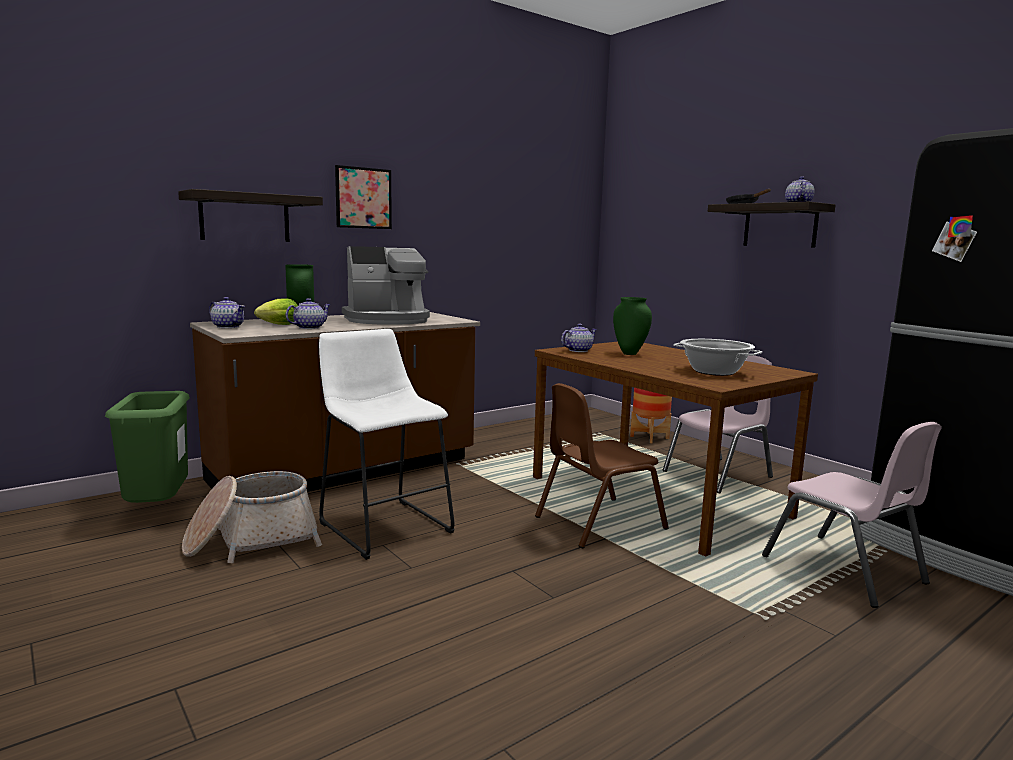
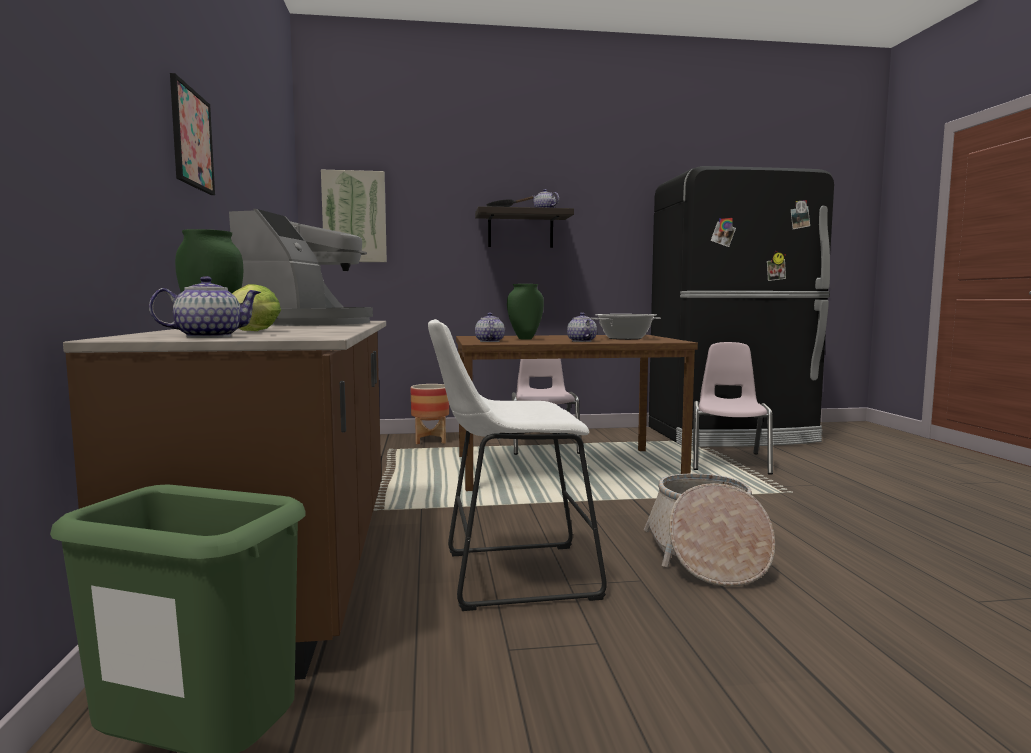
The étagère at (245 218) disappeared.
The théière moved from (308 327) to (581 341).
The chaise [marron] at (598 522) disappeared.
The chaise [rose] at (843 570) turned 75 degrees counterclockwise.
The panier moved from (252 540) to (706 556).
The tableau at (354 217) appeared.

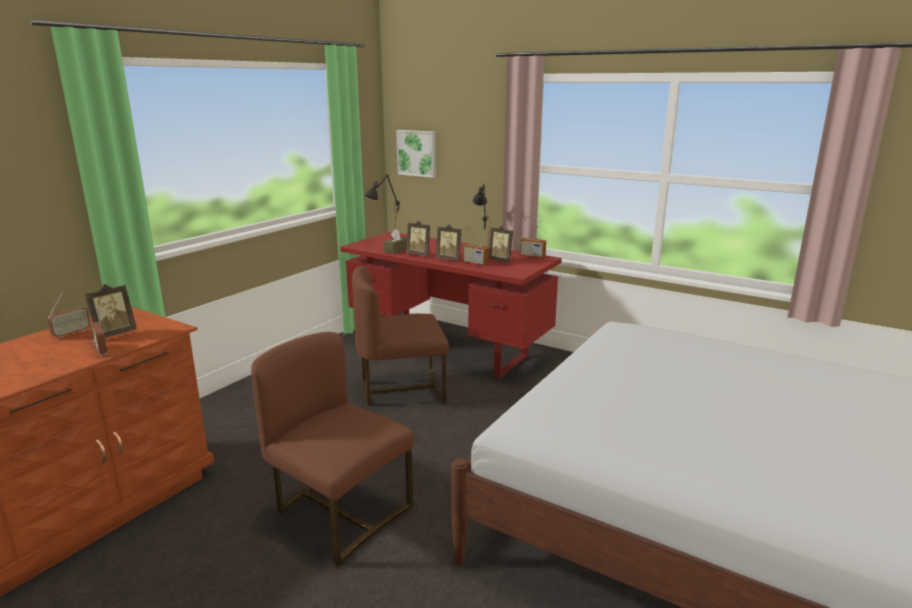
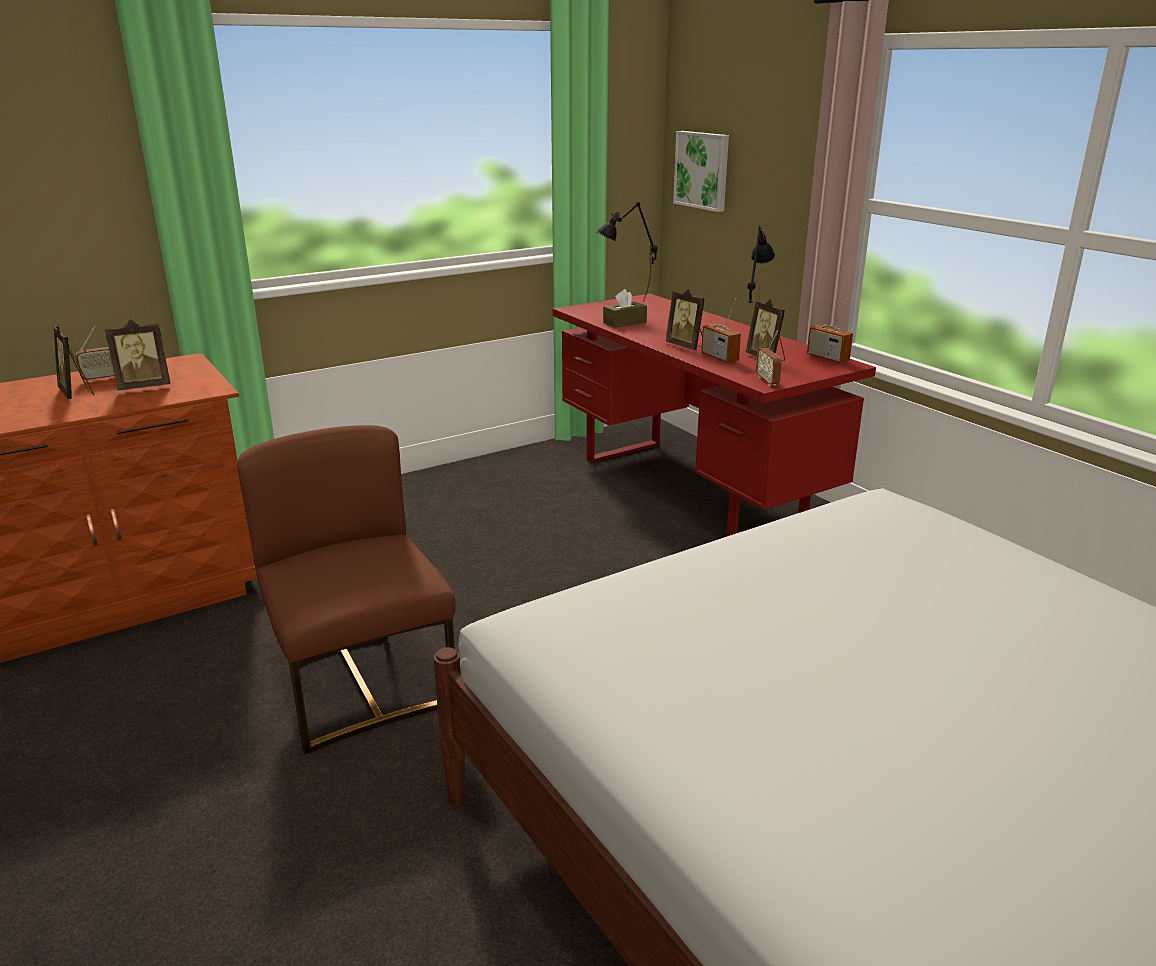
The cadre photo moved from (419 254) to (76 393).
The chaise [marron] at (402 389) disappeared.
The radio moved from (102 350) to (767 381).

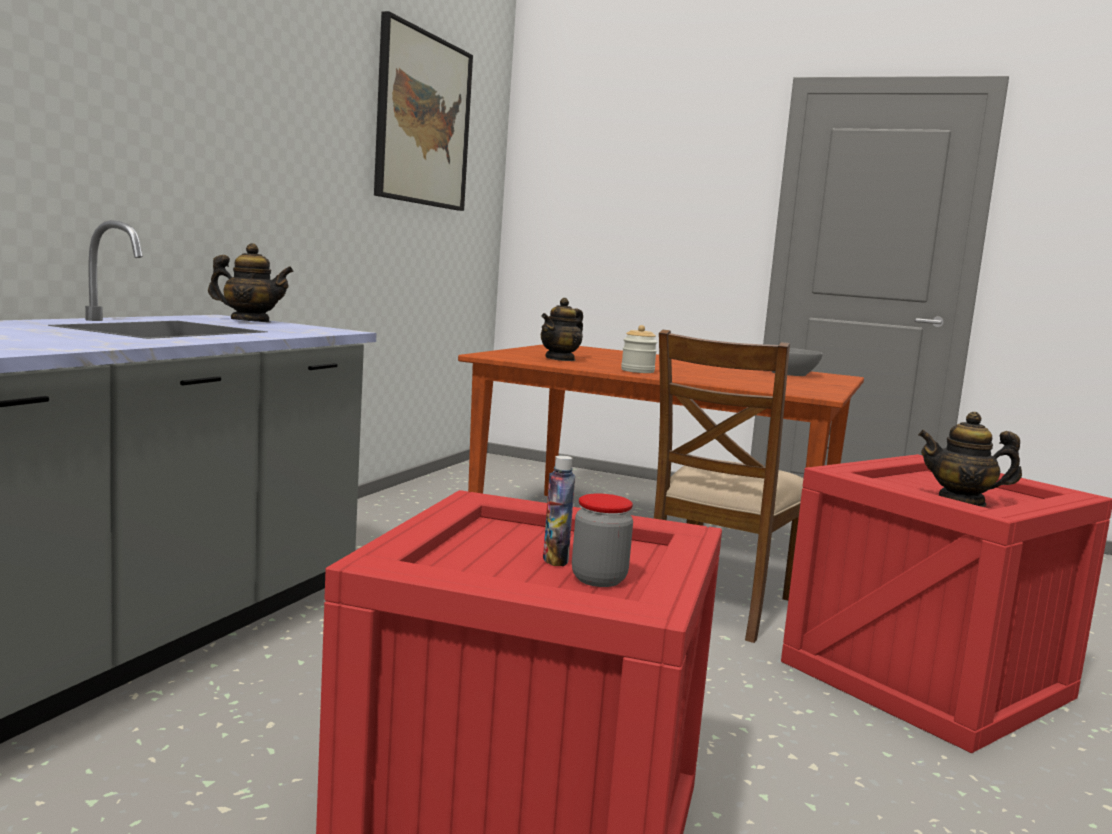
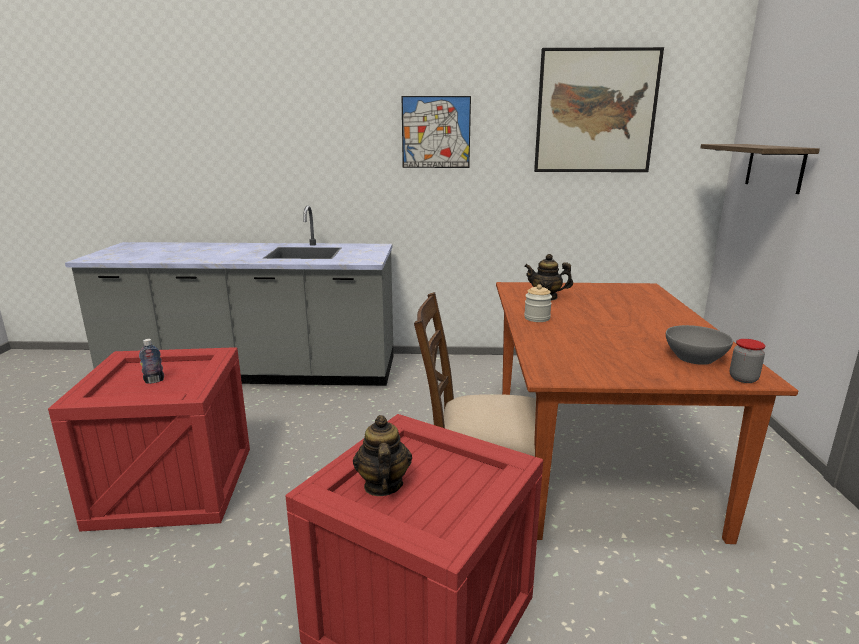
The théière at (250 321) disappeared.
The bocal moved from (598 579) to (743 379).
The tableau at (436 132) appeared.
The étagère at (774 167) appeared.

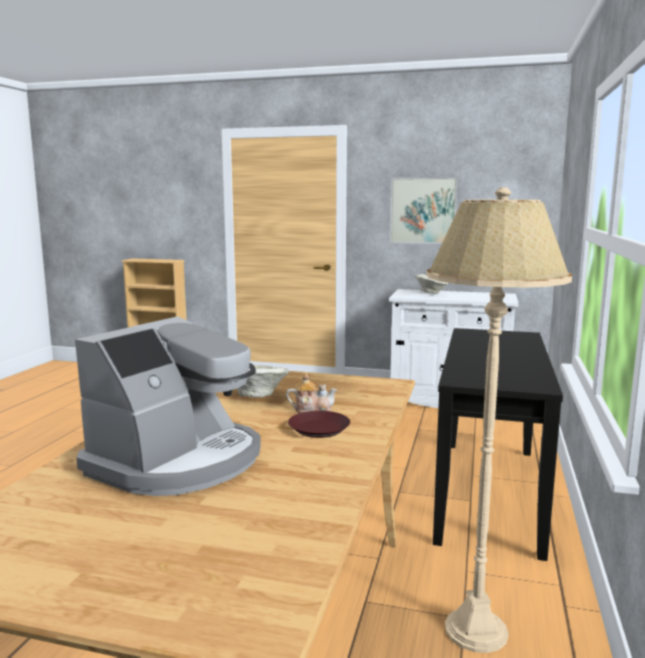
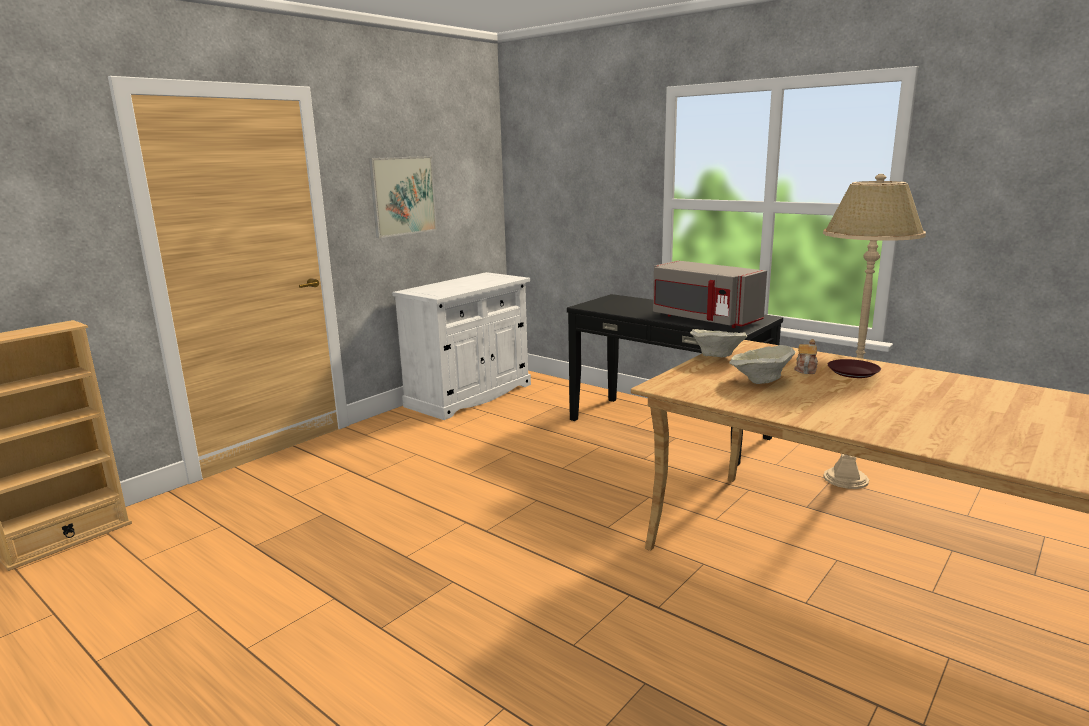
The bol [beige] moved from (431 293) to (716 356).
The machine à café at (178 461) disappeared.
The micro-ondes [gris] at (703 319) appeared.

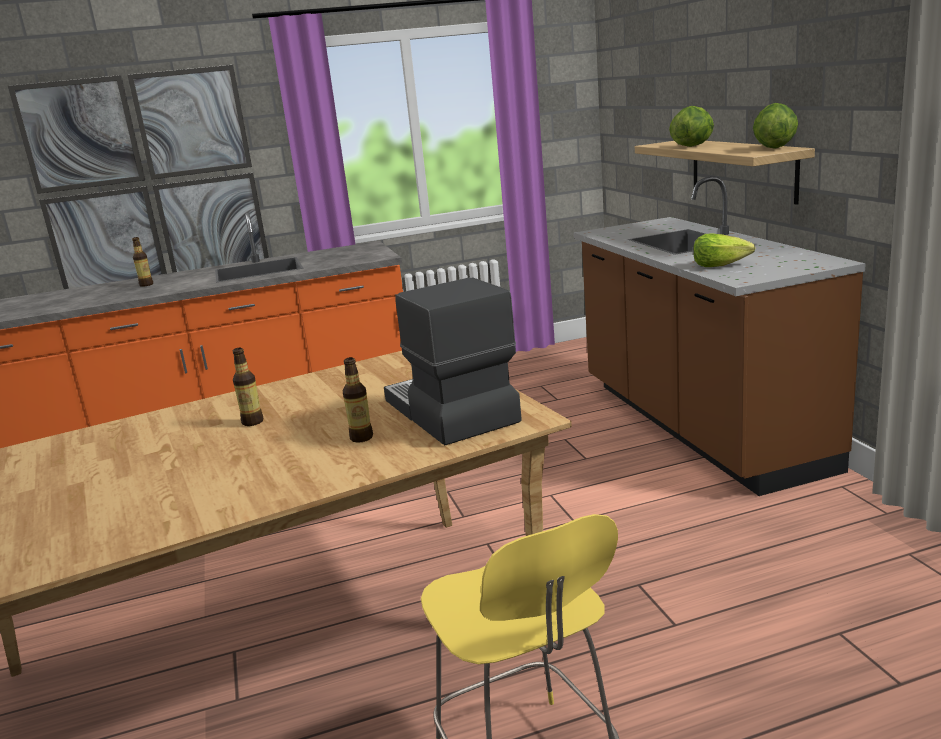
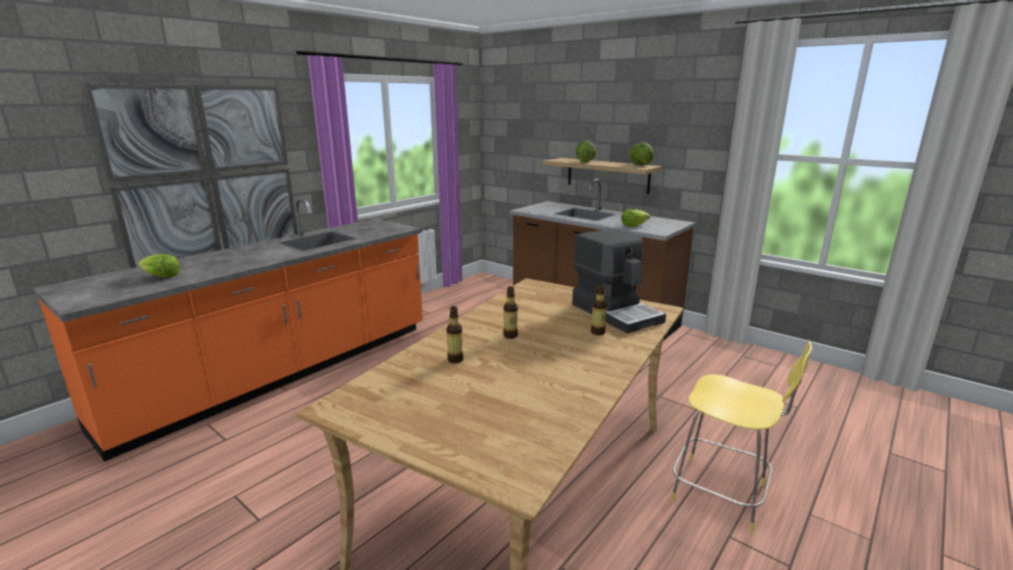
The bouteille moved from (146 285) to (455 359).
The machine à café at (449 412) turned 150 degrees counterclockwise.
The laitue at (160 277) appeared.

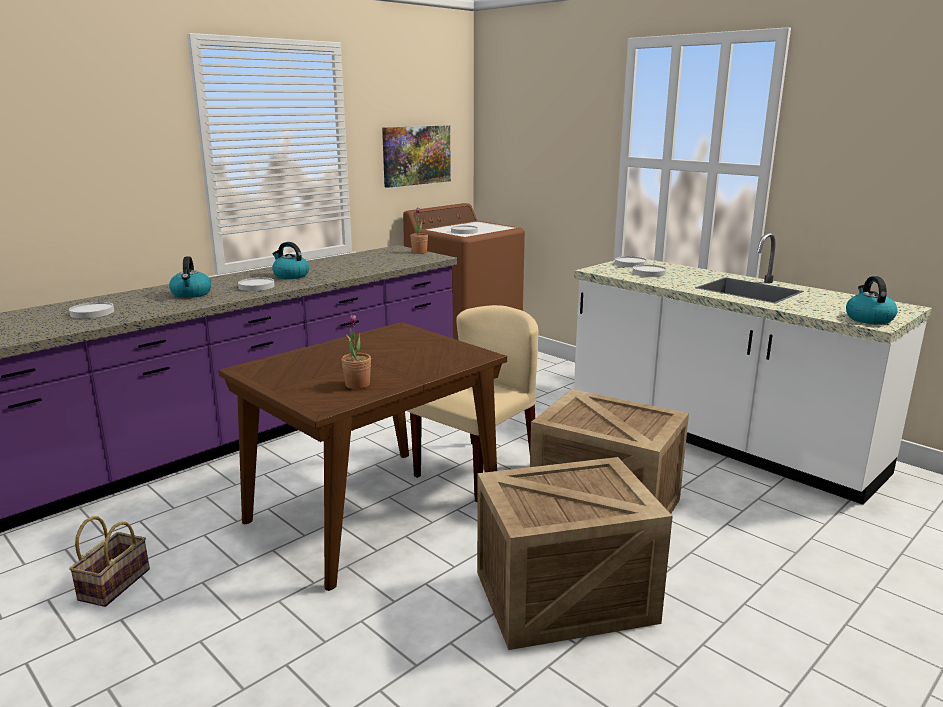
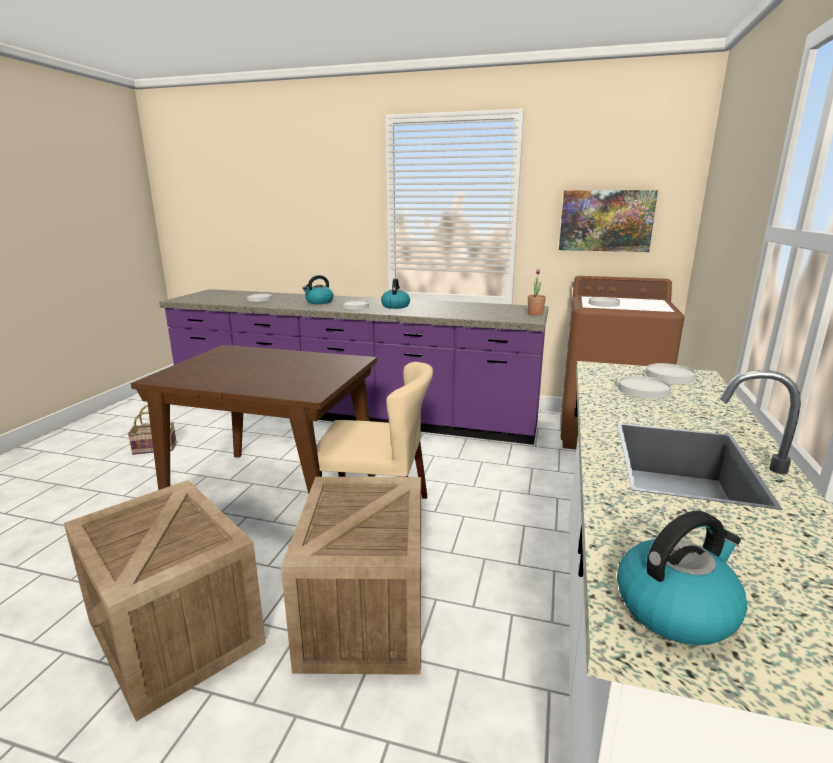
The plante en pot at (357 385) disappeared.

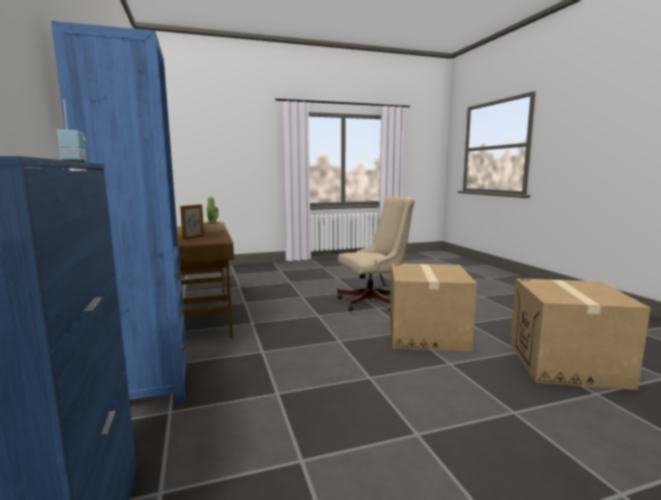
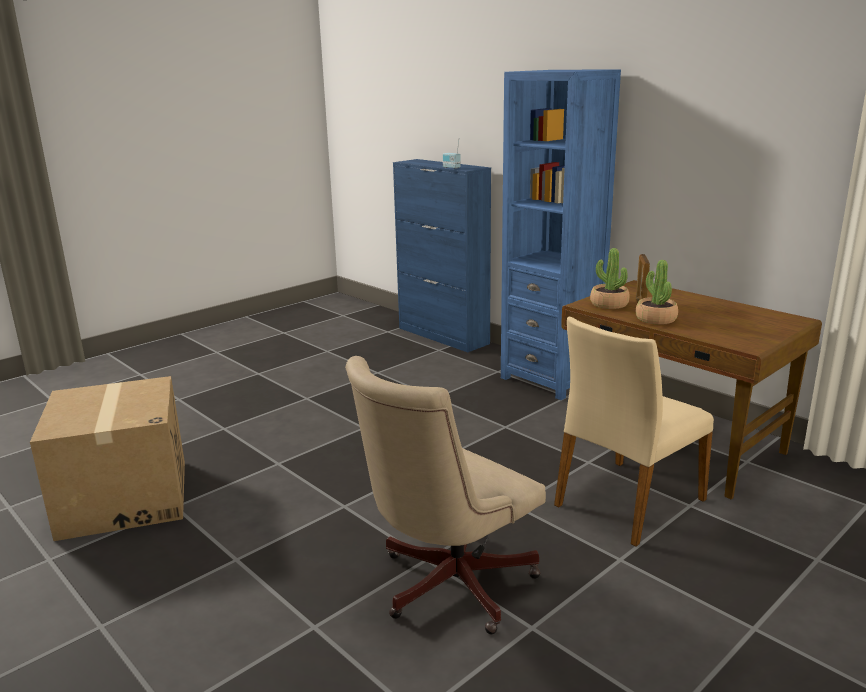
The carton at (427 334) disappeared.
The plante en pot at (609 304) appeared.
The chaise [beige] at (627 502) appeared.

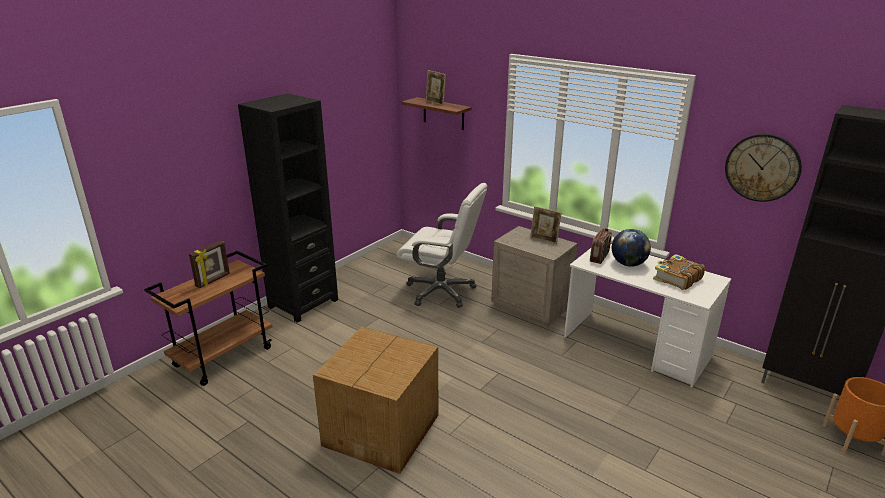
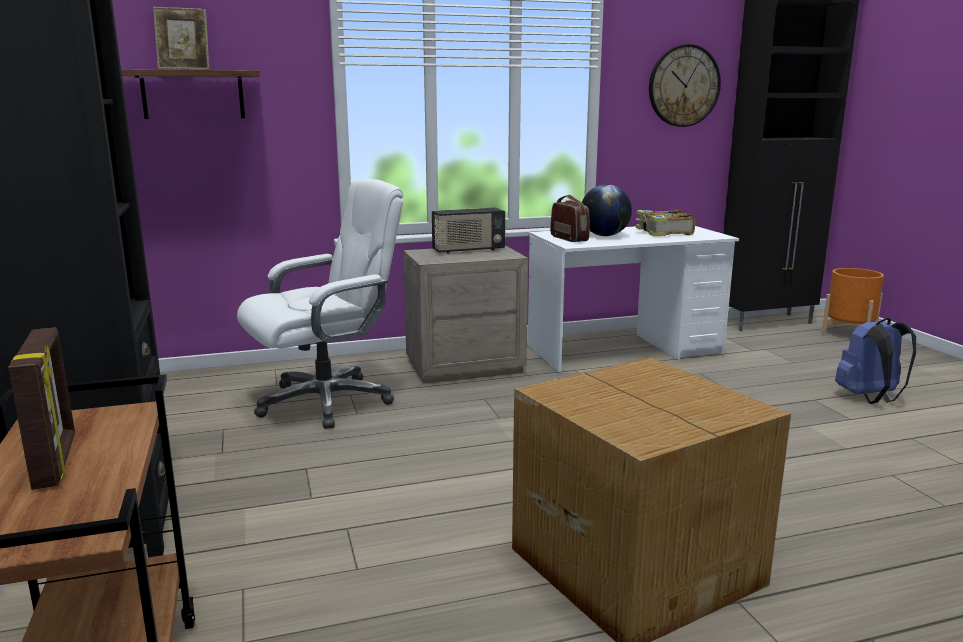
The cadre photo at (544 240) was replaced by the radio at (468 250).
The sac à dos [bleu] at (870 398) appeared.

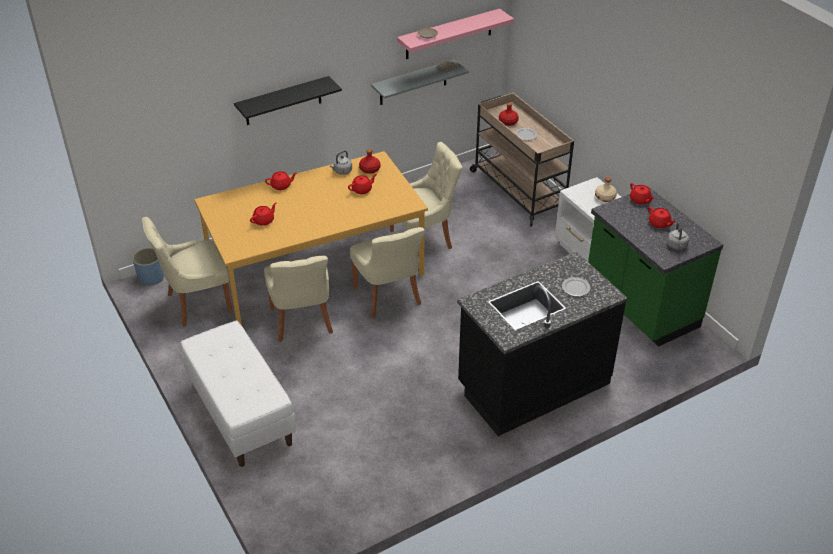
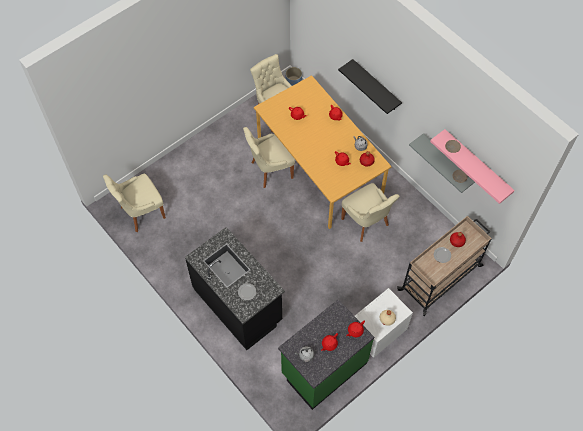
The chaise [beige] moved from (388 297) to (141 213).
The banc [blanc] at (240 413) disappeared.

